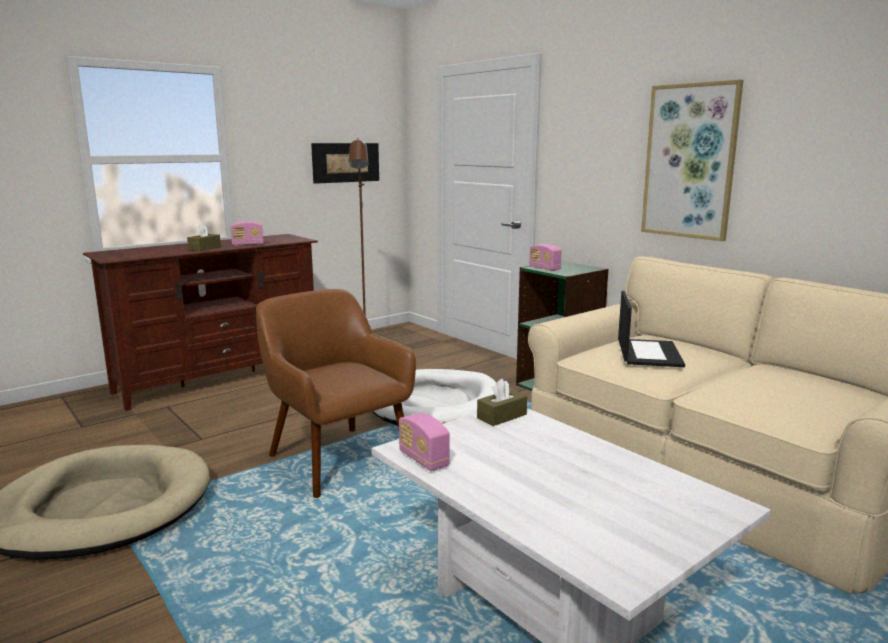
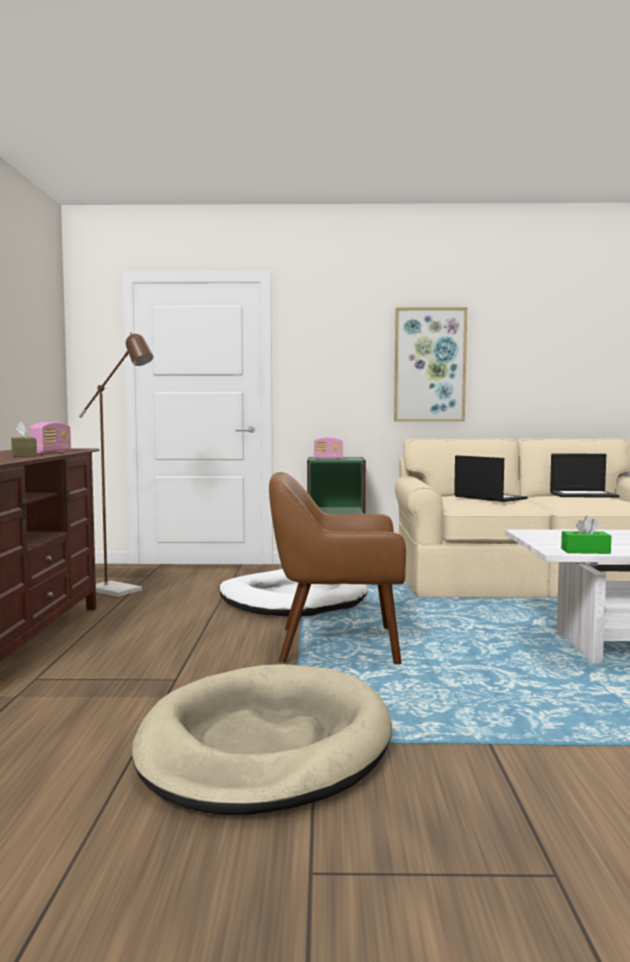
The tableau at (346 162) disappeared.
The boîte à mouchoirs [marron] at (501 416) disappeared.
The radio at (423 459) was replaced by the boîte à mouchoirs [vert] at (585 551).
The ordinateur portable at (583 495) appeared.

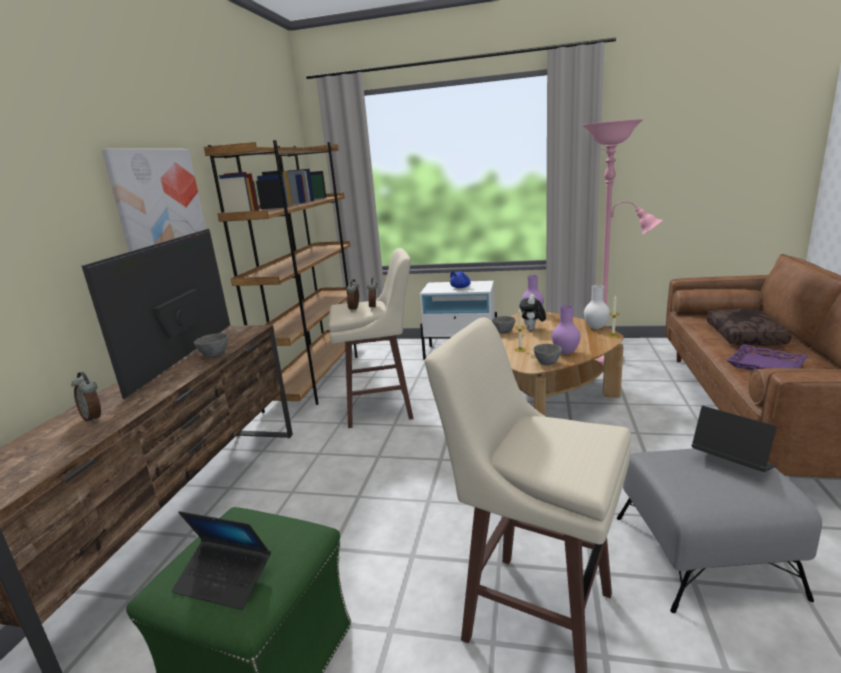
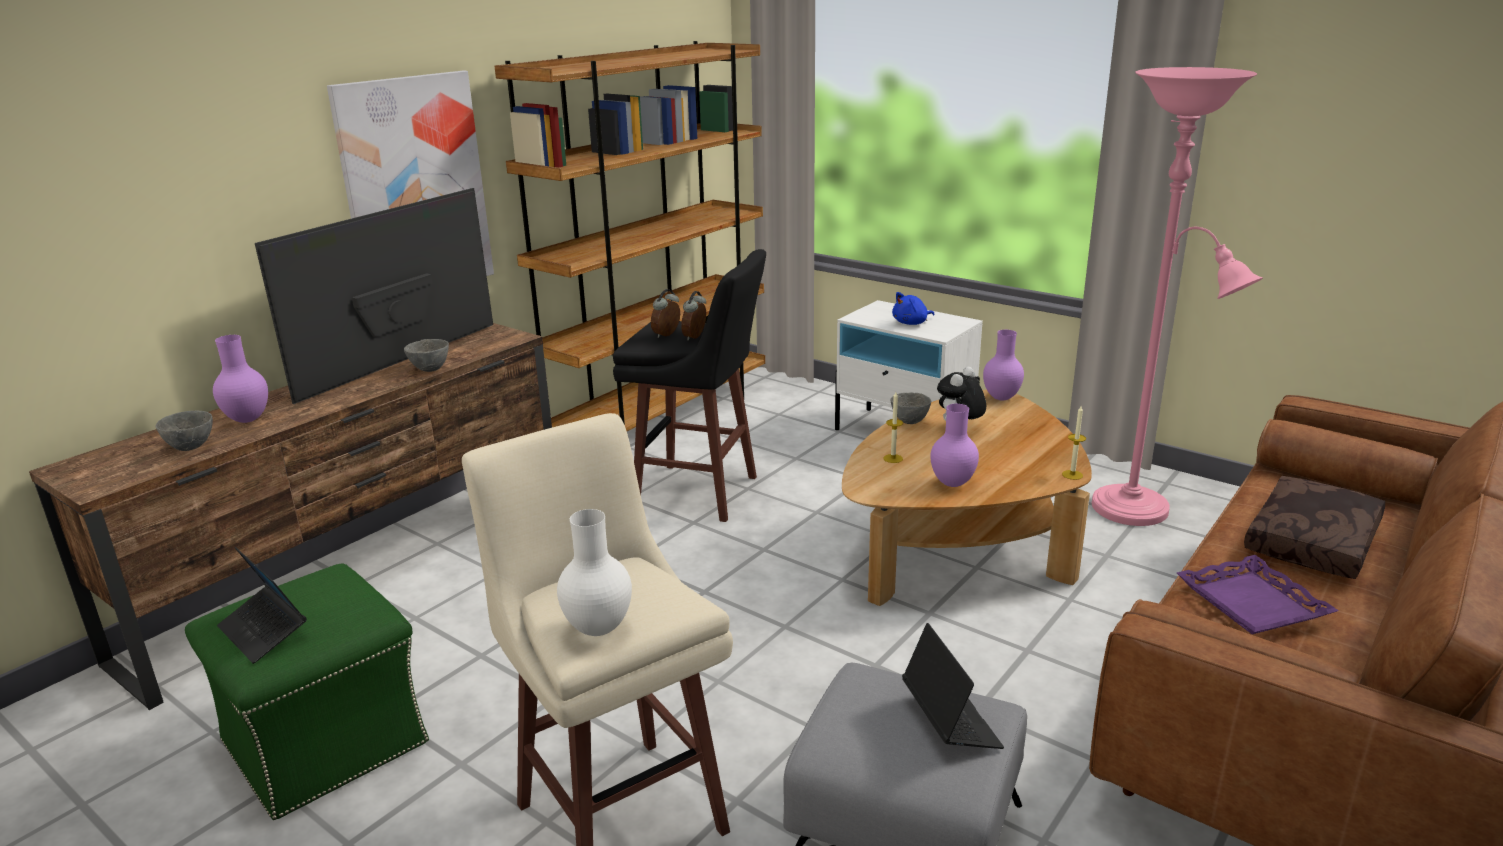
The tabouret [beige] at (381 409) became the tabouret [noir] at (699 494).
The vase [blanc] moved from (596 328) to (597 630).
The bol [gris] moved from (547 363) to (191 447).
The réveil at (94 418) was replaced by the vase [violet] at (248 420).

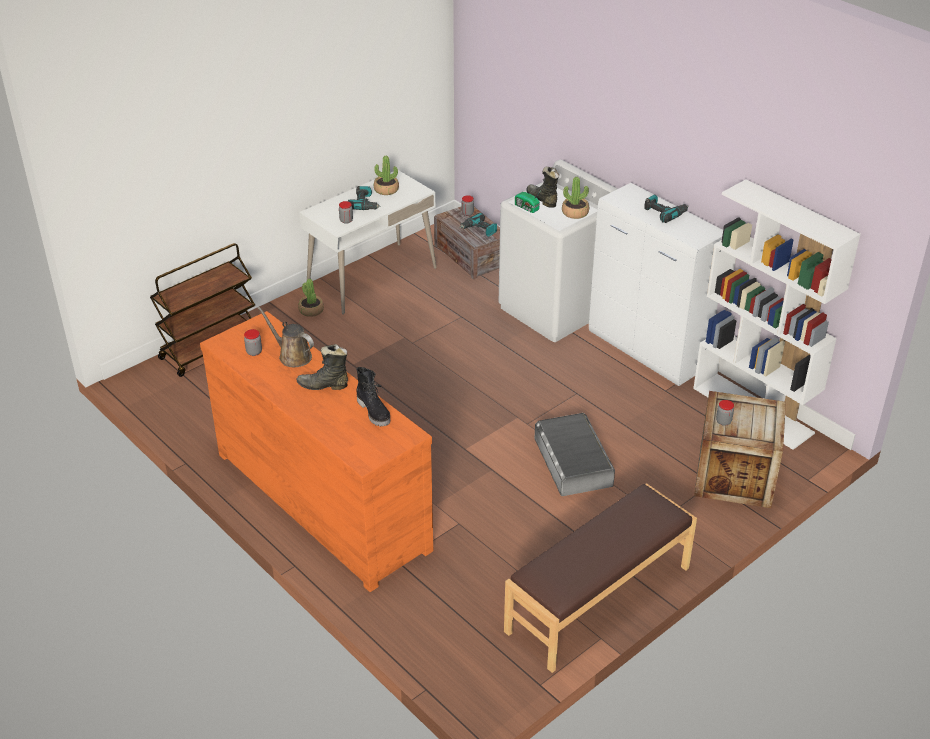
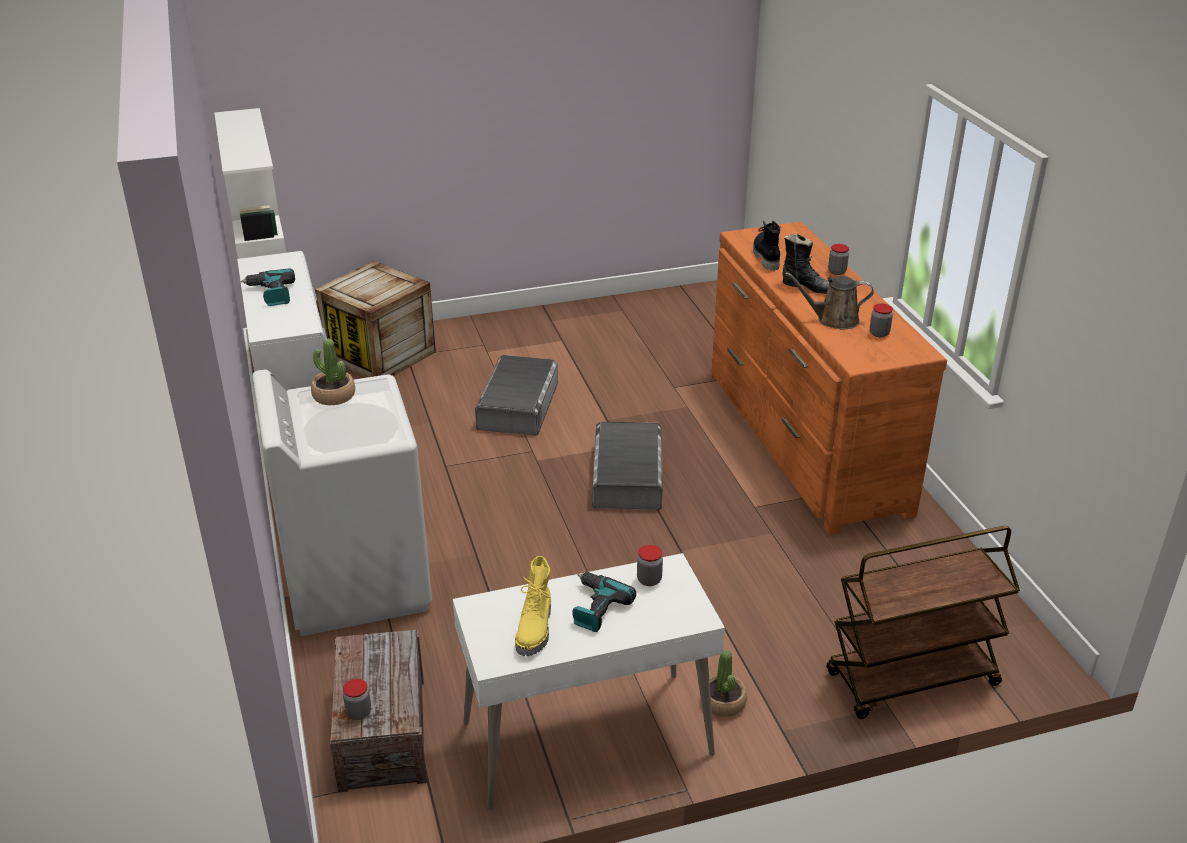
The plante en pot at (386 190) was replaced by the botte [jaune] at (535 630).
The botte [noir] at (541 199) disappeared.
The radio at (527 208) disappeared.
The perceuse at (479 230) disappeared.
The arrosoir [marron] at (292 356) turned 120 degrees clockwise.
The bocal moved from (723 421) to (837 271).
The banc [marron] at (599 600) disappeared.
The boîte de rangement [gris] at (628 476) appeared.

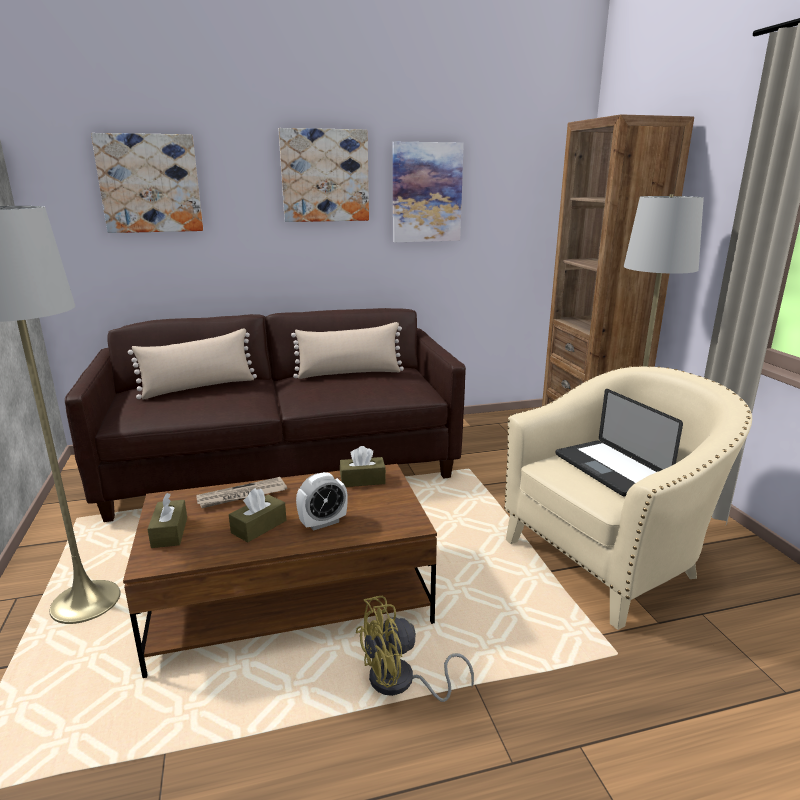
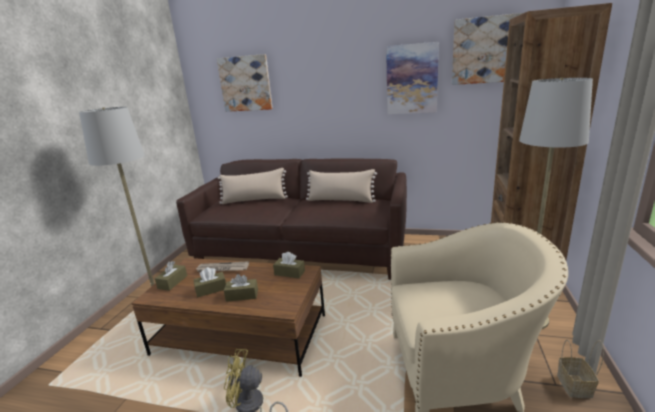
The tableau moved from (324 176) to (485 50).
The ordinateur portable at (610 469) disappeared.
The réveil at (323 523) was replaced by the boîte à mouchoirs [marron] at (242 295).
The panier at (575 386) appeared.

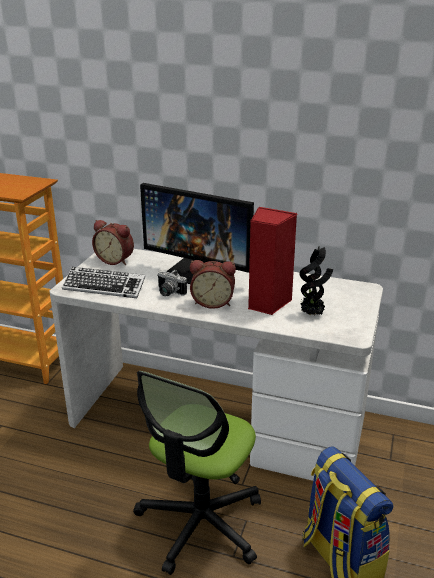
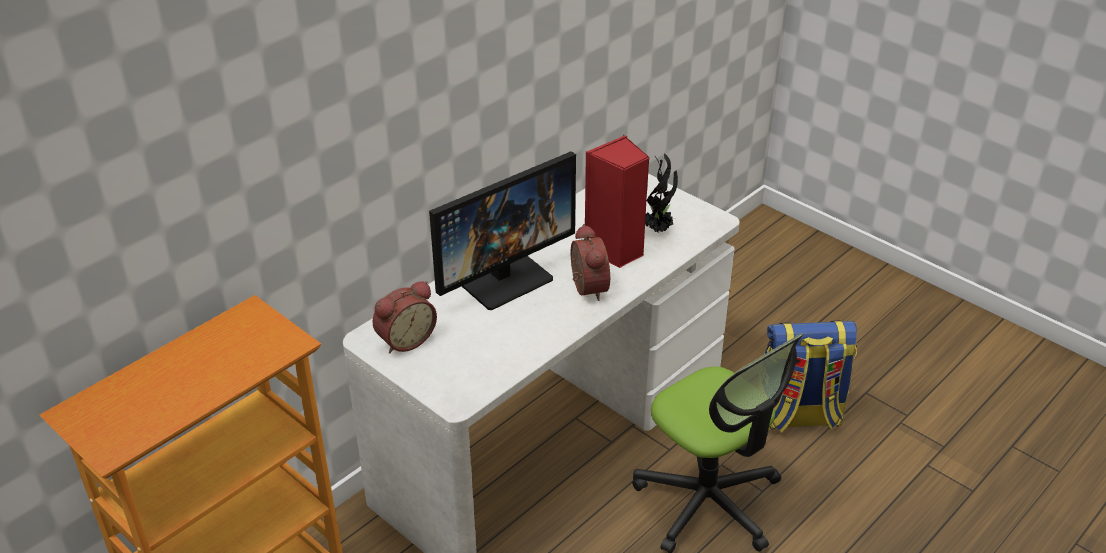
The réveil at (213 302) turned 45 degrees counterclockwise.
The clavier at (104 287) disappeared.
The appareil photo at (168 293) disappeared.

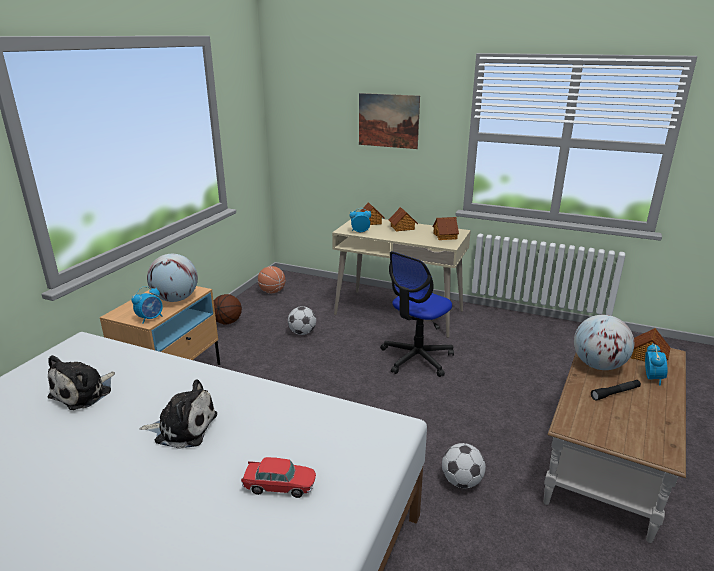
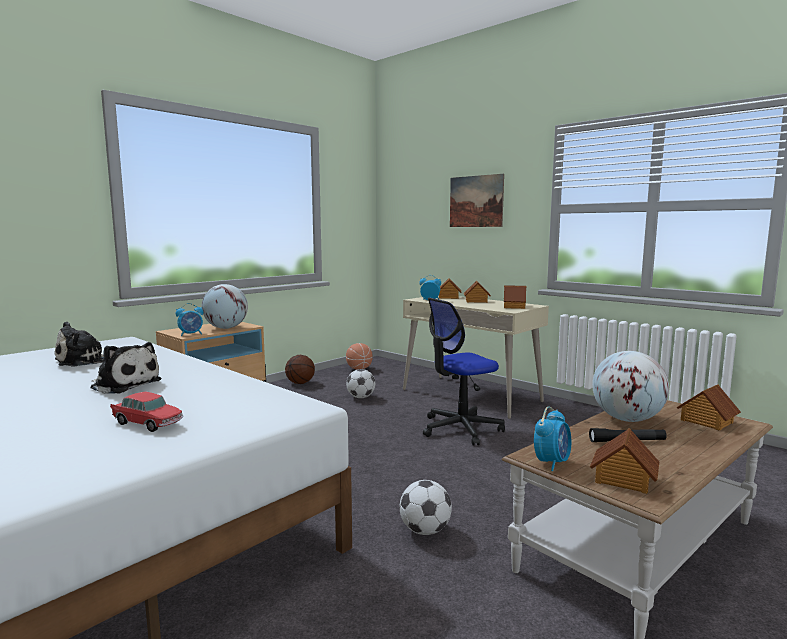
The réveil moved from (652 378) to (552 462).
The maison miniature at (622 479) appeared.

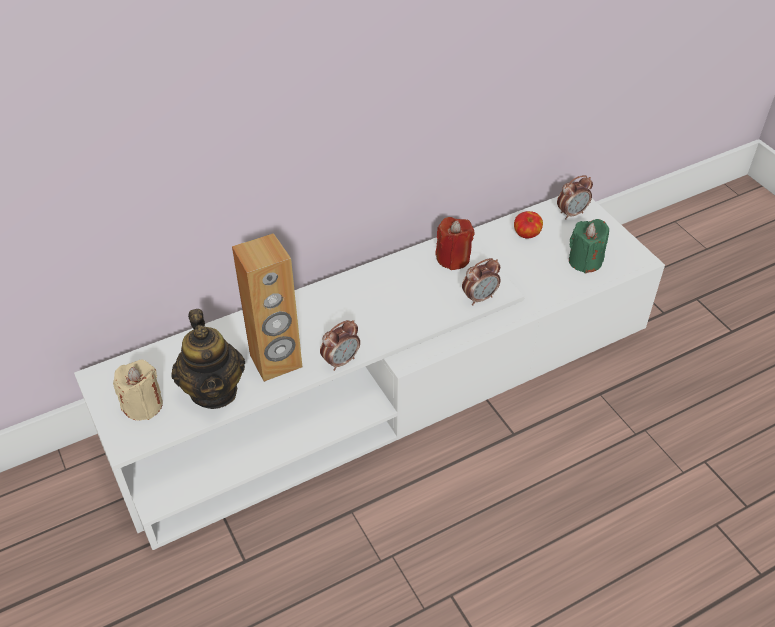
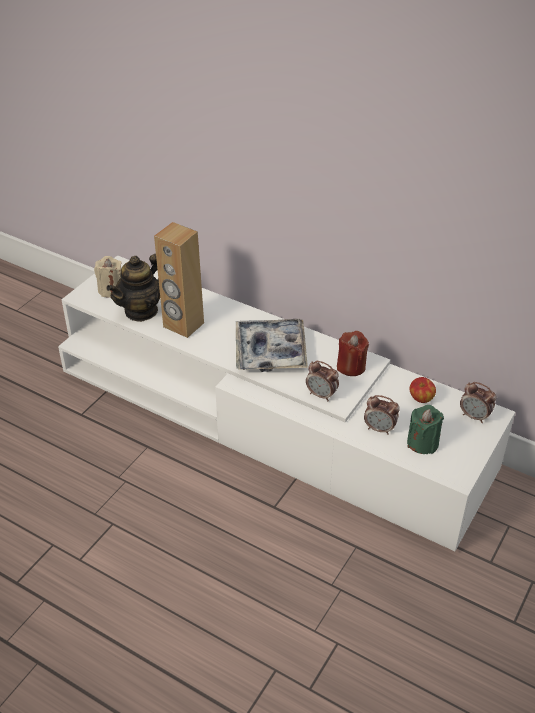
The réveil moved from (341 361) to (379 429).
The plateau at (270 351) appeared.

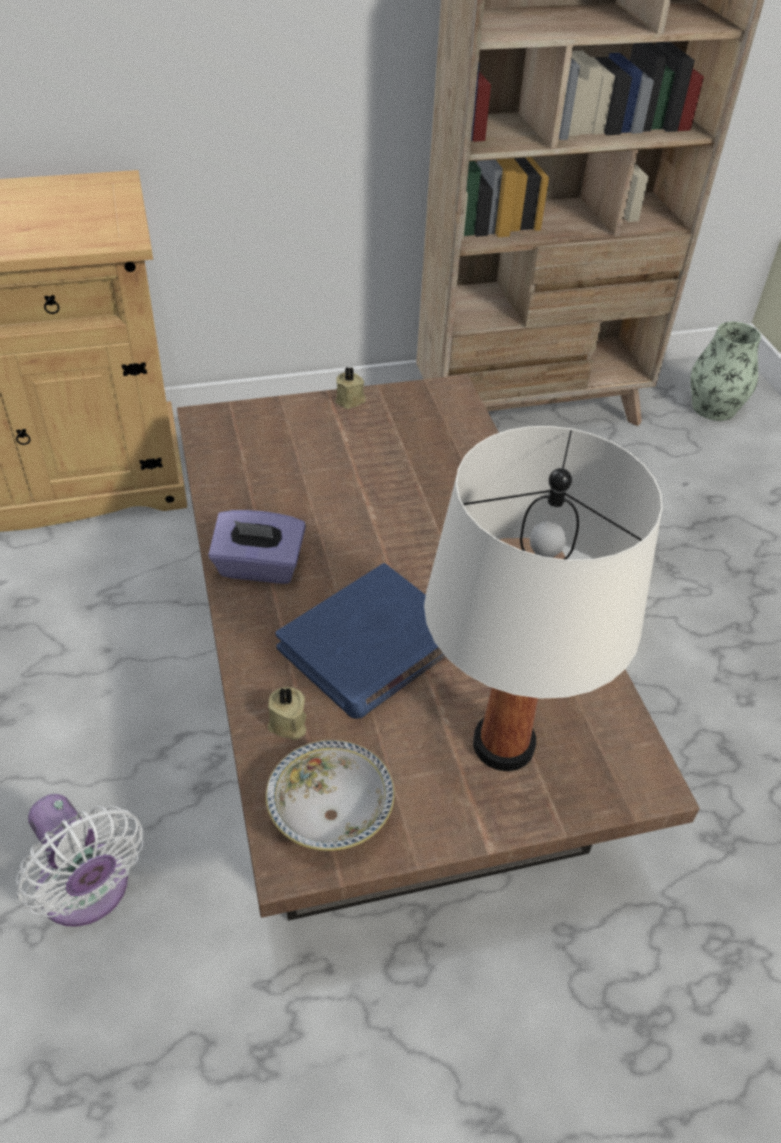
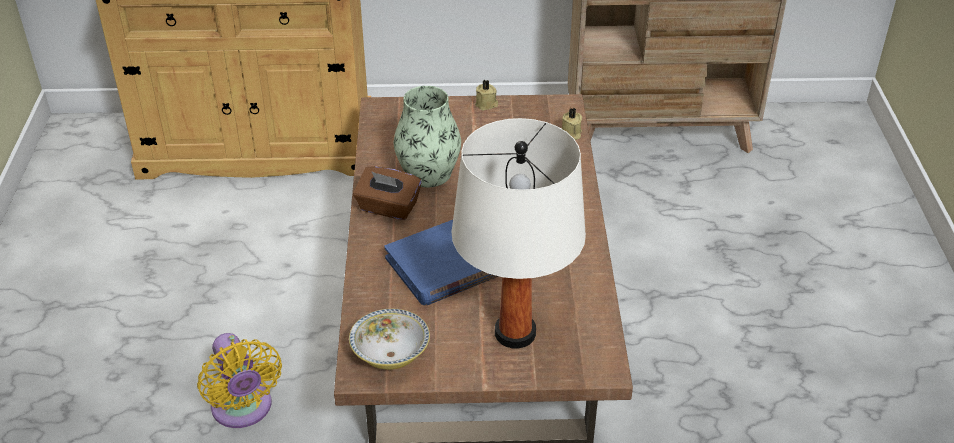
The vase moved from (713 407) to (428 173).
The boîte à mouchoirs [violet] at (259 567) became the boîte à mouchoirs [marron] at (388 208).
The bougie [beige] moved from (288 724) to (571 133).
The ventilateur [blanc] at (88 892) became the ventilateur [jaune] at (243 410).

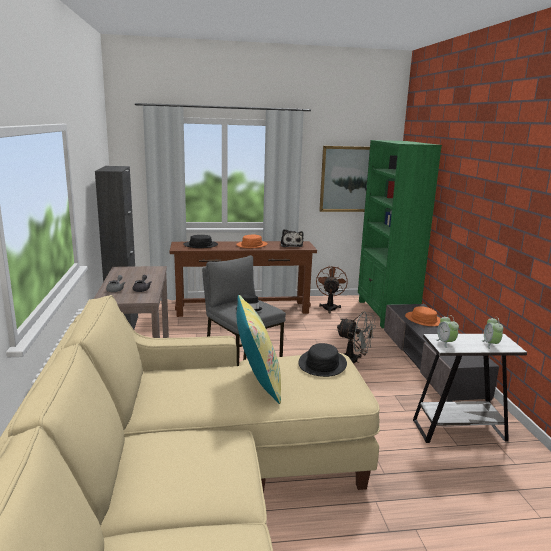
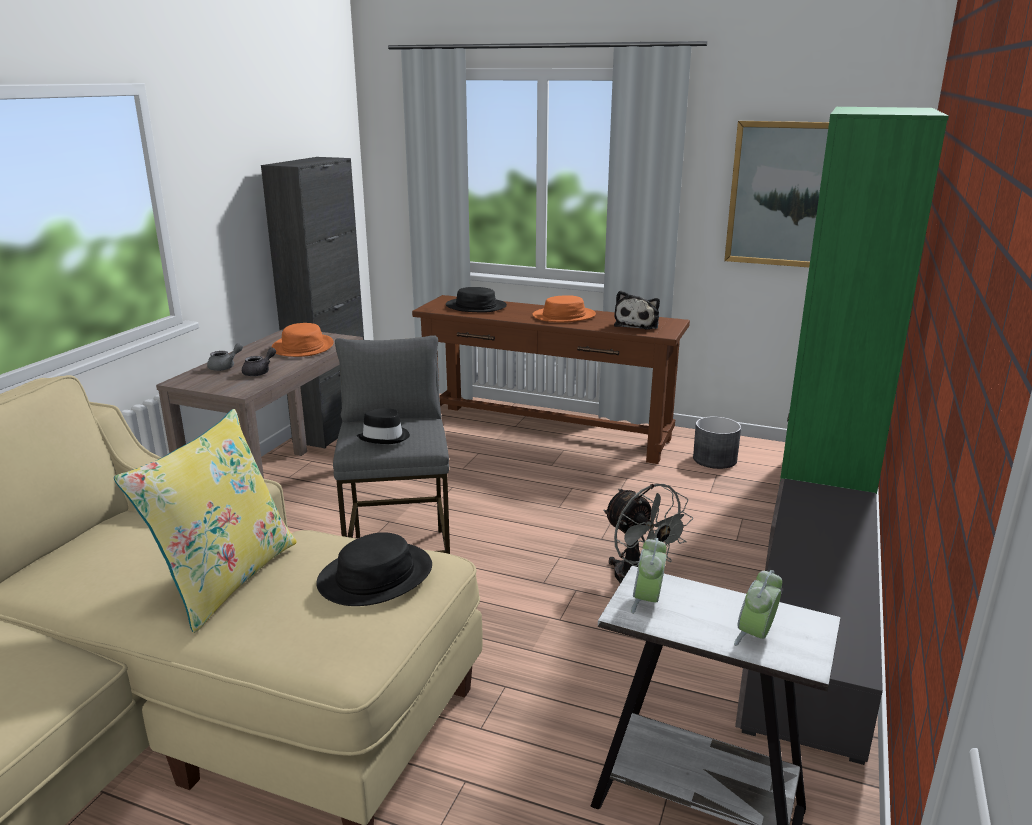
The ventilateur [marron] at (330 307) was replaced by the cache-pot [gris] at (714 459).
The chapeau [orange] moved from (423 320) to (302 347).

